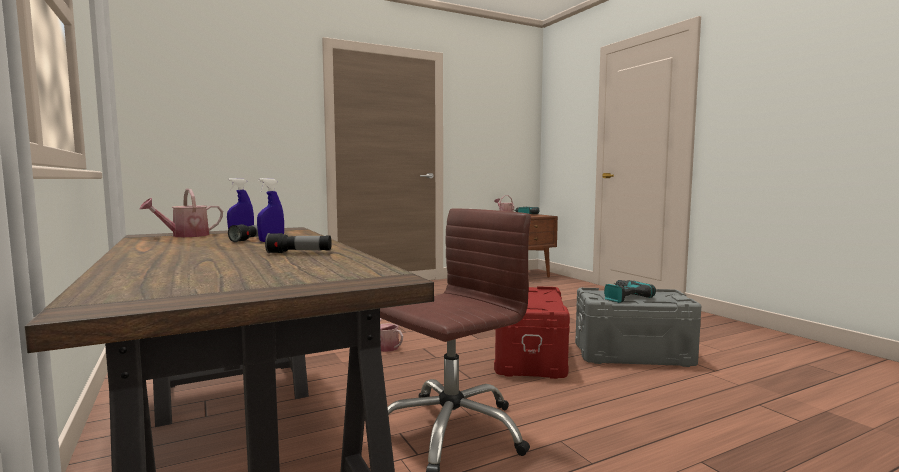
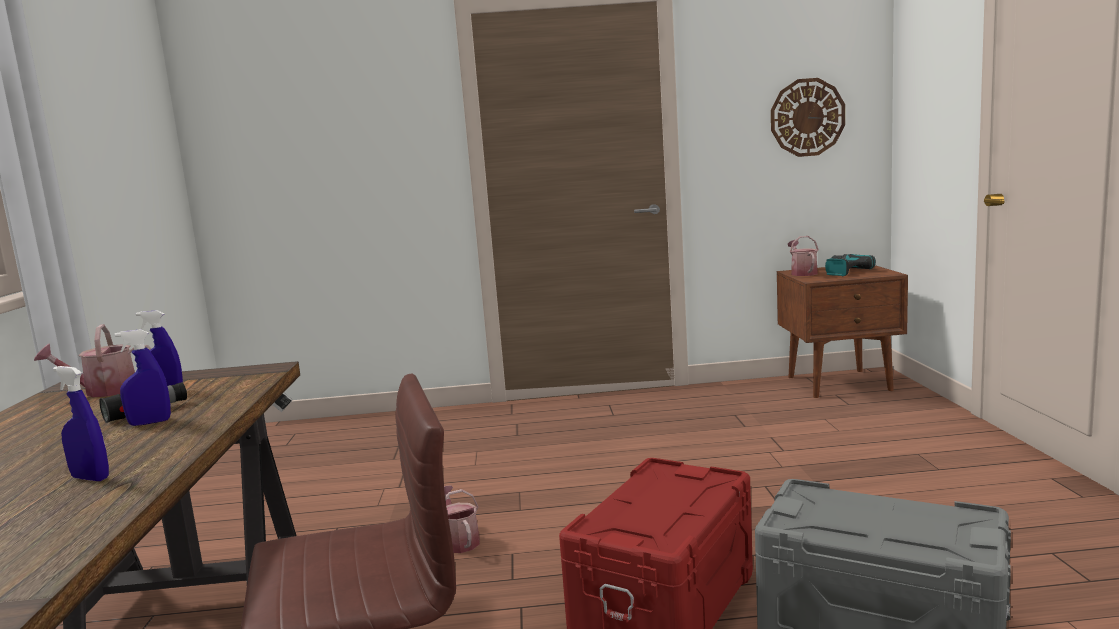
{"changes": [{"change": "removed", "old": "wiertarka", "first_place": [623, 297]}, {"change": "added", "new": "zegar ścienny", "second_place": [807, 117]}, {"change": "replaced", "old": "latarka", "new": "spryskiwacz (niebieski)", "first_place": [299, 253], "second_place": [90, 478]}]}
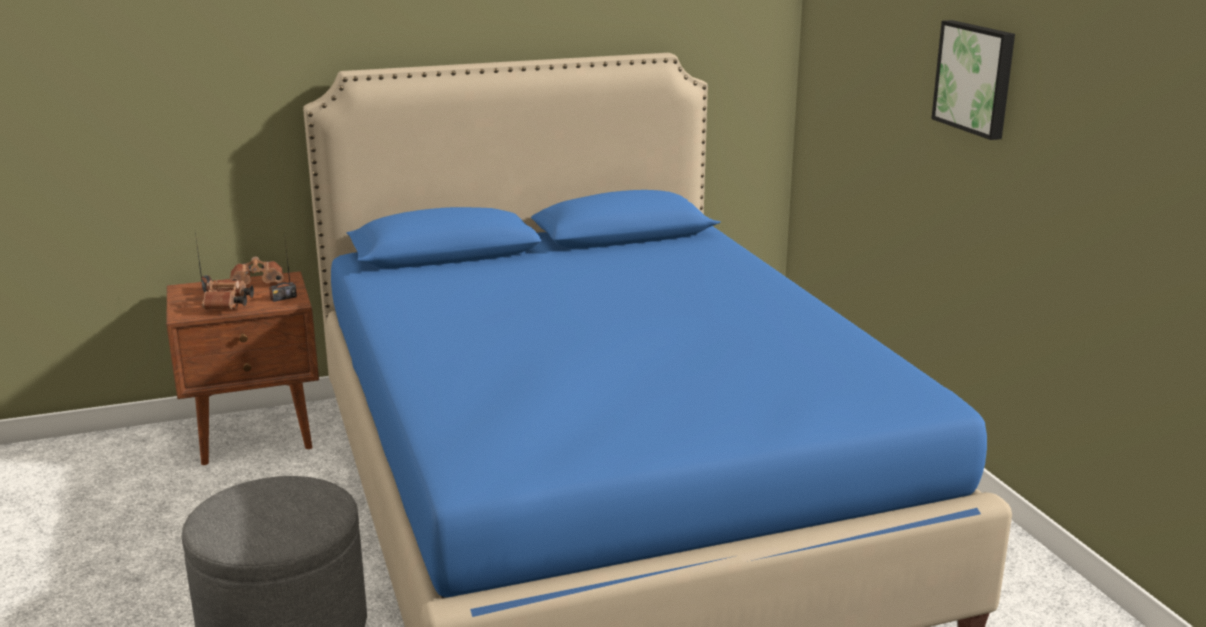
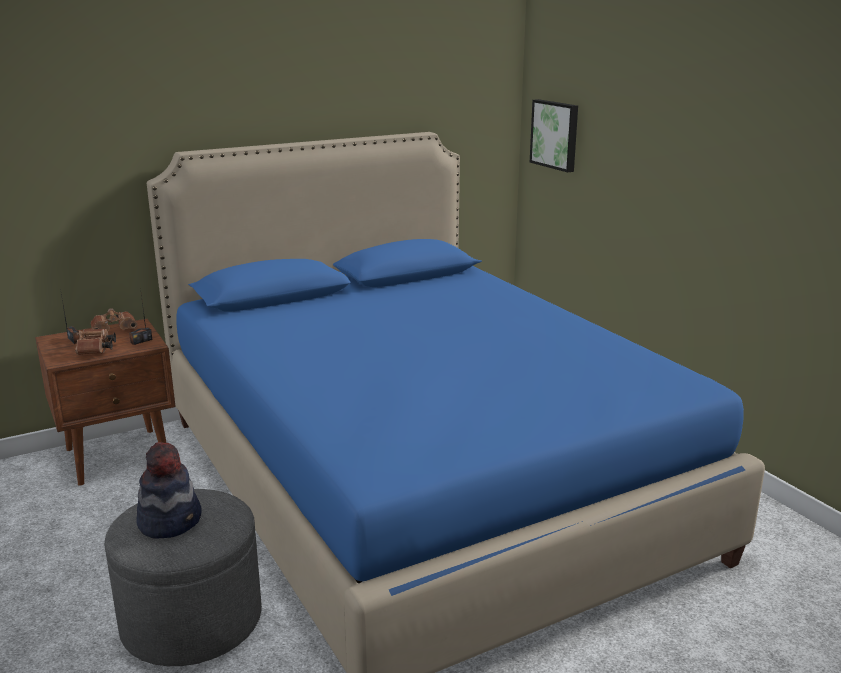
{"changes": [{"change": "added", "new": "kapelusz", "second_place": [170, 520]}, {"change": "moved", "old": "obraz", "first_place": [976, 78], "second_place": [556, 134]}]}
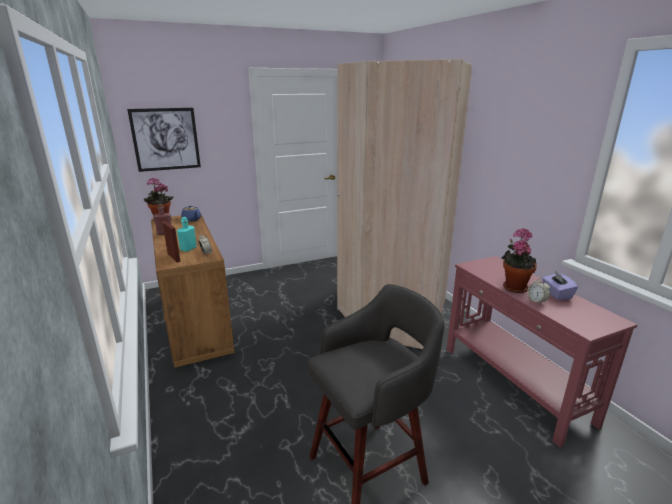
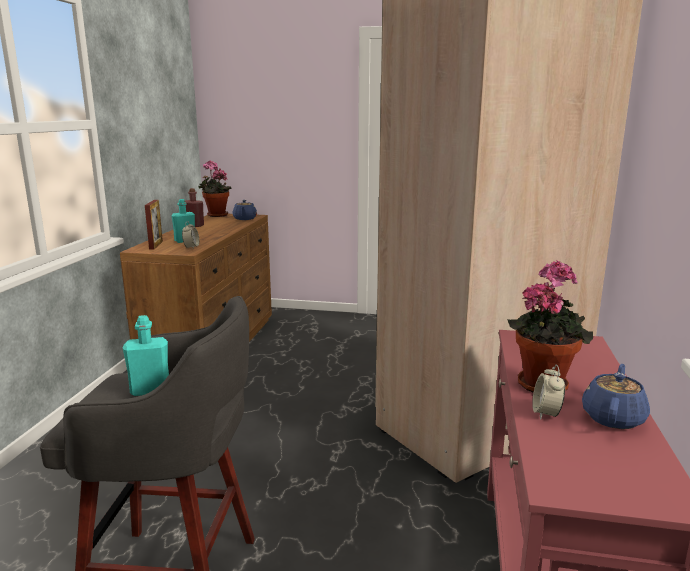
{"changes": [{"change": "removed", "old": "obraz", "first_place": [165, 139]}, {"change": "added", "new": "butelka (turkusowy)", "second_place": [150, 390]}, {"change": "replaced", "old": "pudełko chusteczek (fioletowy)", "new": "imbryk (niebieski)", "first_place": [556, 294], "second_place": [613, 417]}]}
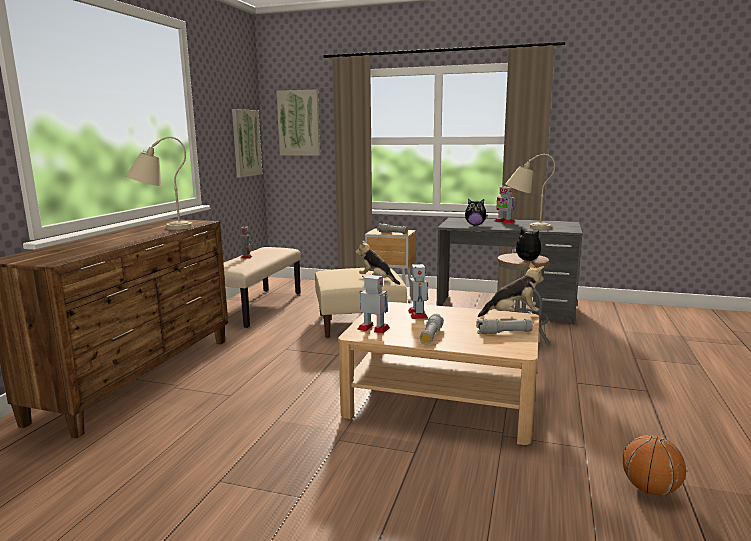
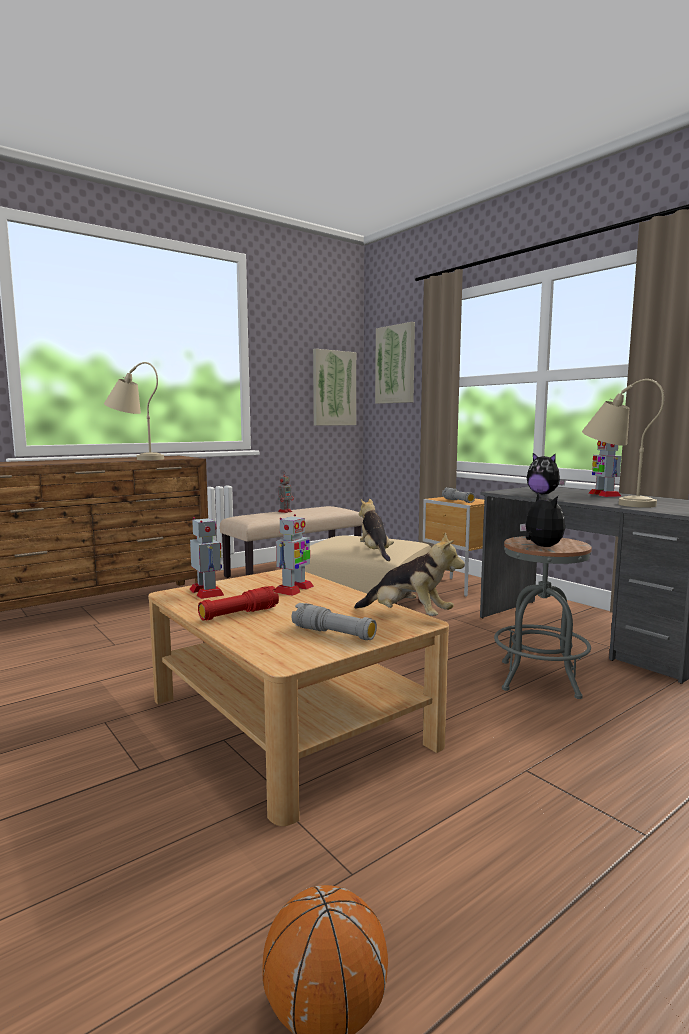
{"changes": [{"change": "recoloured", "old": "latarka (szary)", "new": "latarka (czerwony)", "first_place": [431, 336], "second_place": [239, 614]}]}
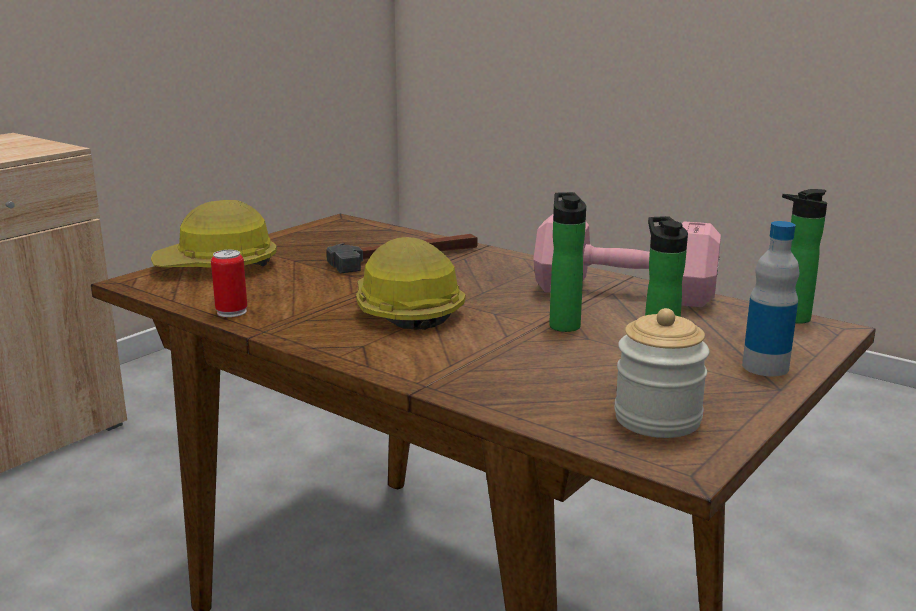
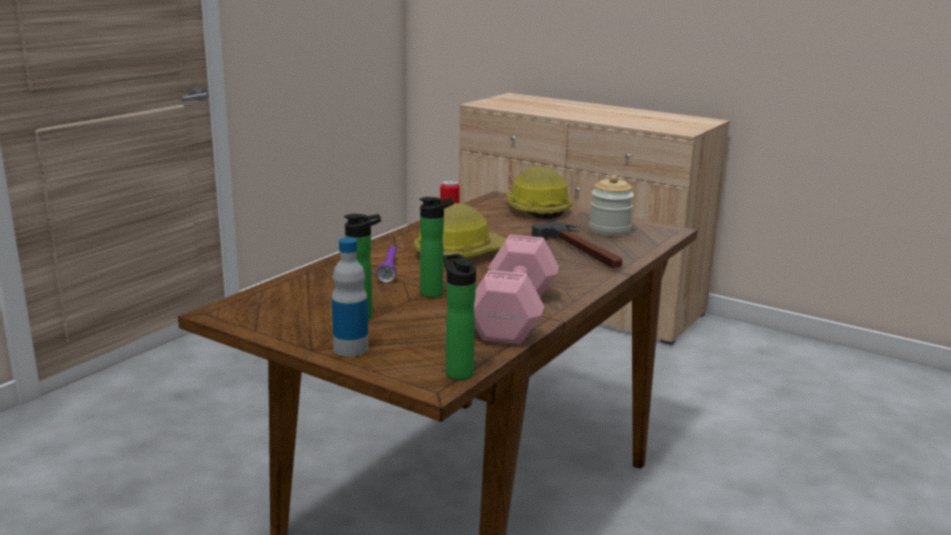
{"changes": [{"change": "added", "new": "latarka (fioletowy)", "second_place": [389, 269]}, {"change": "moved", "old": "słoik", "first_place": [657, 419], "second_place": [609, 230]}]}
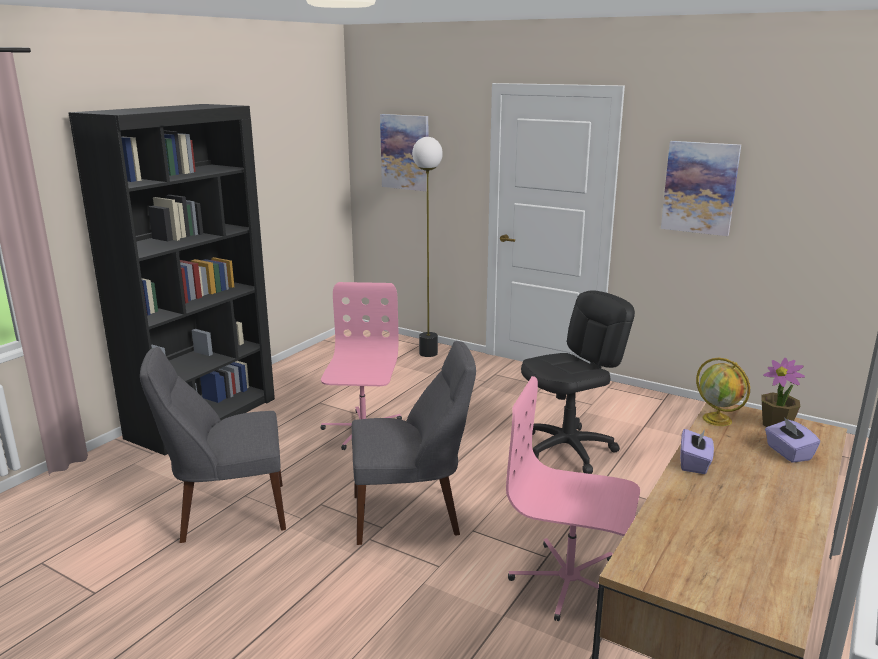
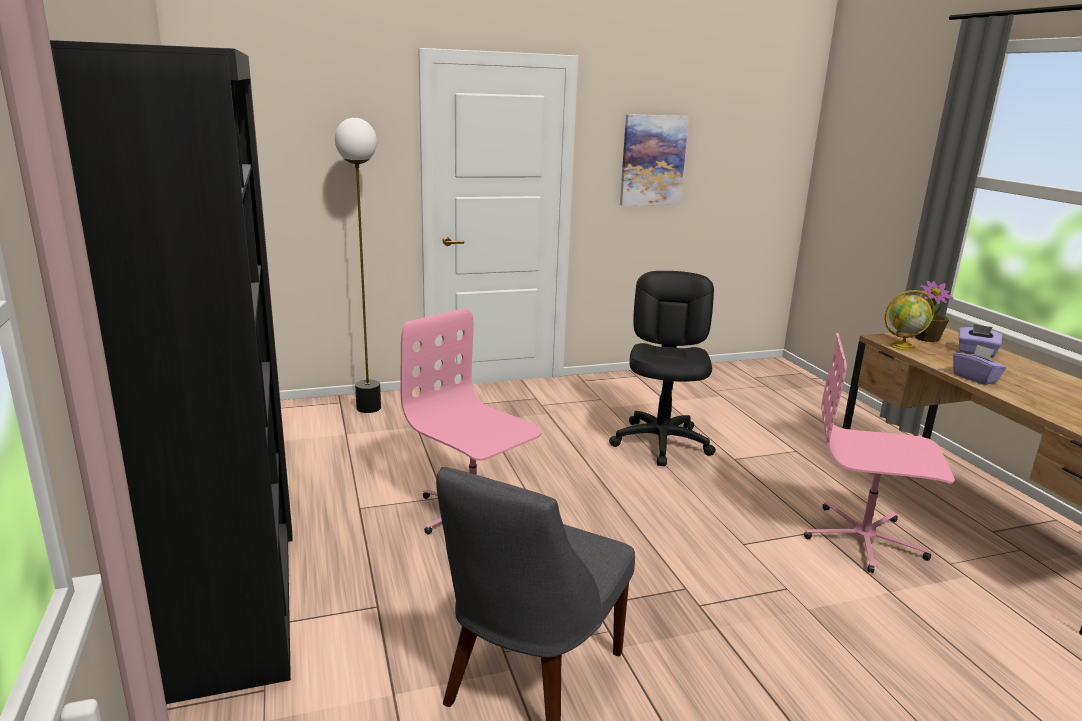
{"changes": [{"change": "removed", "old": "krzesło (szary)", "first_place": [411, 515]}, {"change": "removed", "old": "obraz", "first_place": [405, 152]}, {"change": "turned", "old": "krzesło biurowe (różowy)", "first_place": [569, 582], "second_place": [864, 539], "degrees": 45}]}
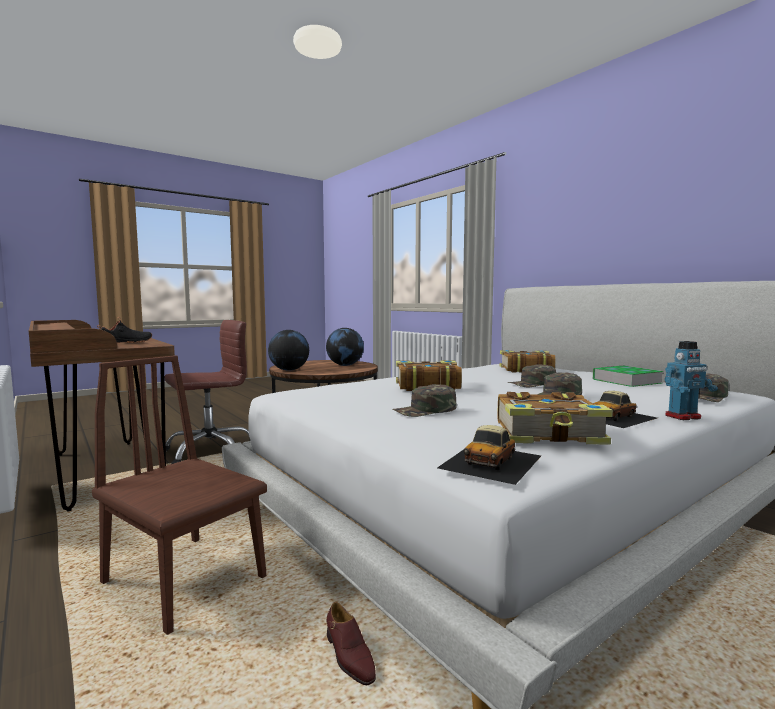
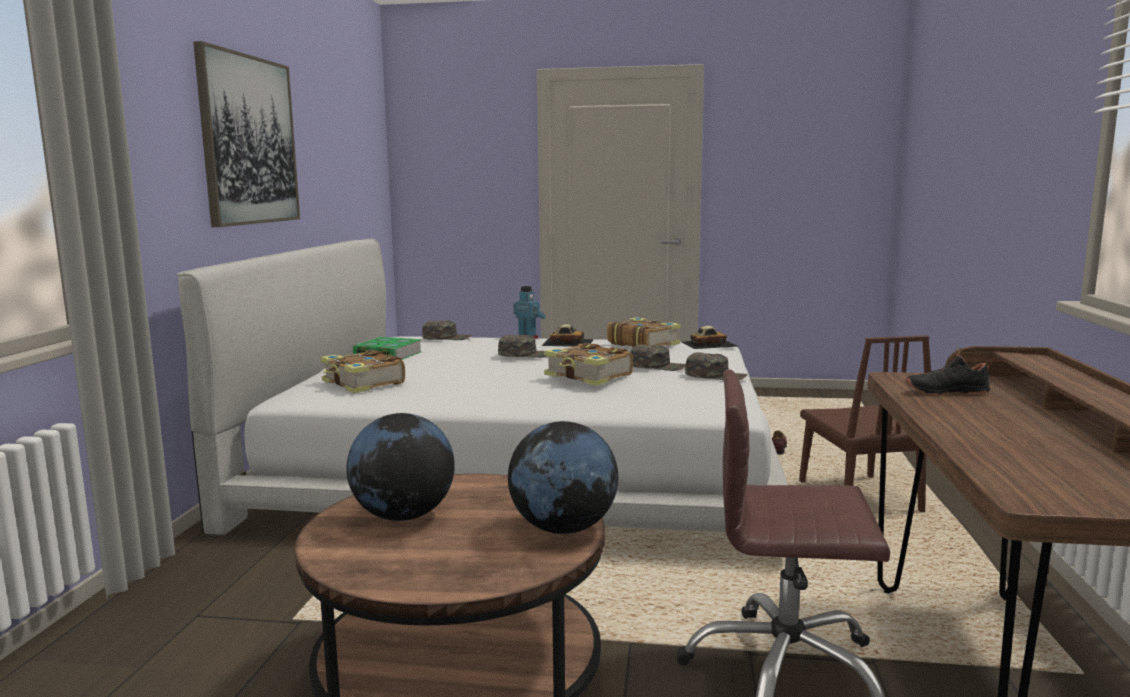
{"changes": [{"change": "added", "new": "obraz", "second_place": [249, 140]}, {"change": "moved", "old": "czapka z daszkiem (zielony)", "first_place": [532, 384], "second_place": [715, 375]}]}
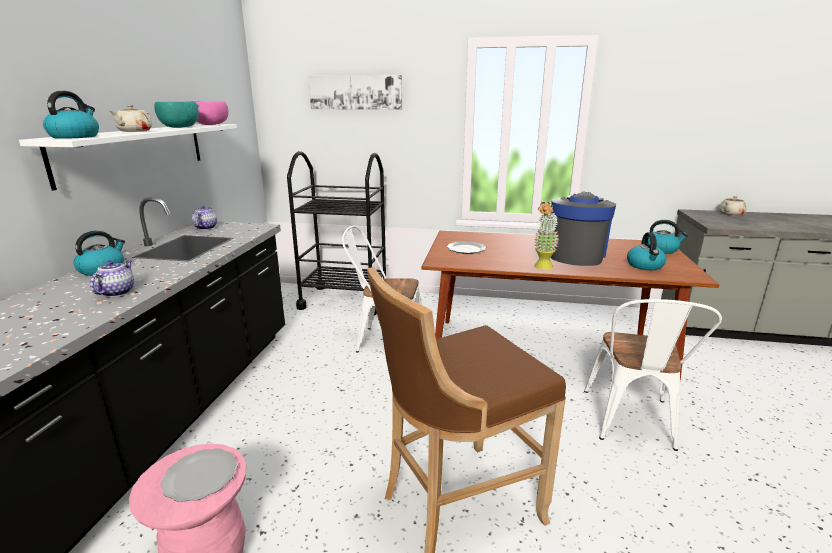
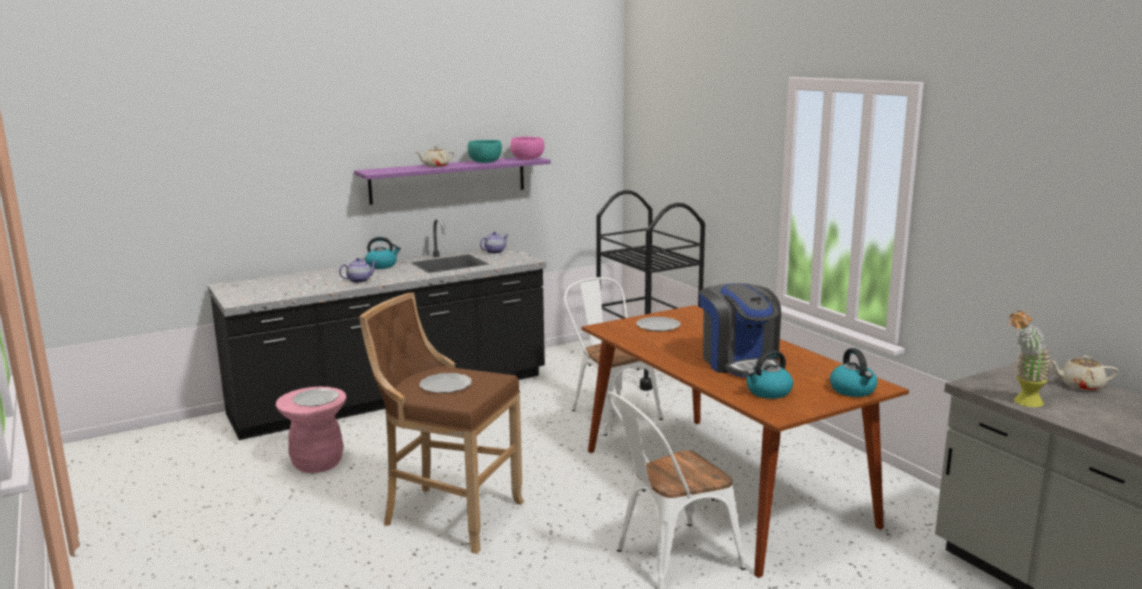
{"changes": [{"change": "removed", "old": "czajnik", "first_place": [75, 137]}, {"change": "removed", "old": "obraz", "first_place": [355, 92]}, {"change": "added", "new": "talerz", "second_place": [446, 385]}, {"change": "moved", "old": "roślina doniczkowa", "first_place": [542, 268], "second_place": [1022, 403]}, {"change": "recoloured", "old": "półka (biały)", "new": "półka (fioletowy)", "first_place": [135, 151], "second_place": [449, 179]}, {"change": "turned", "old": "ekspres do kawy", "first_place": [576, 255], "second_place": [739, 362], "degrees": 90}]}
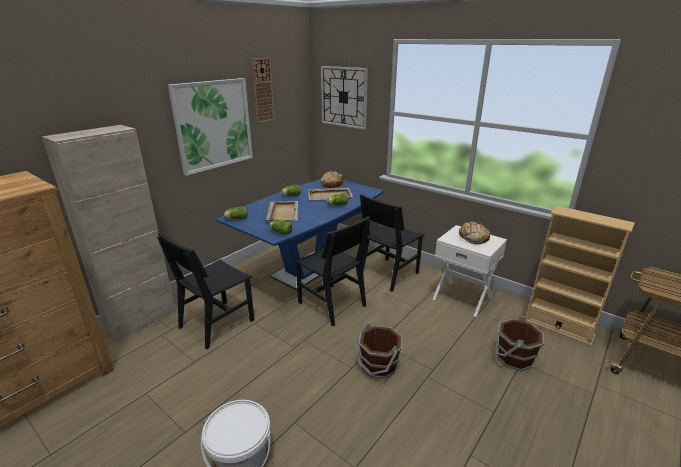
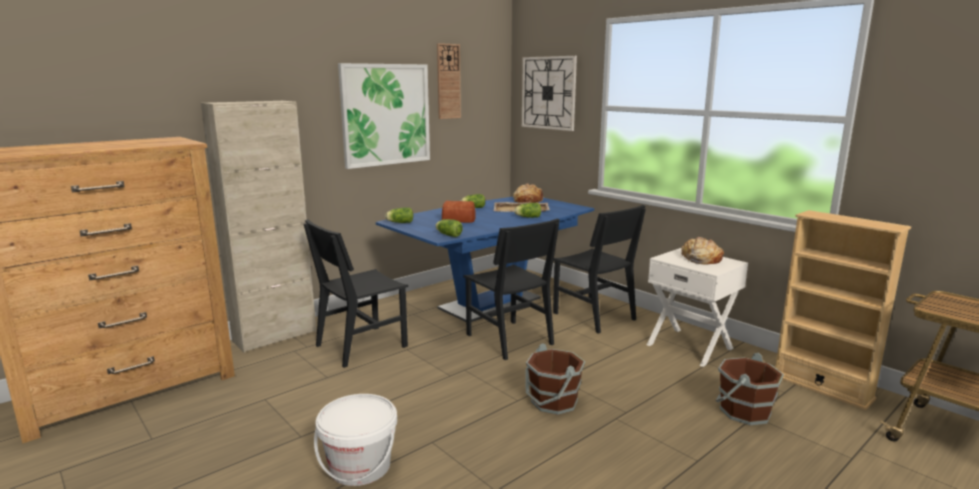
{"changes": [{"change": "replaced", "old": "taca (beżowy)", "new": "chleb", "first_place": [283, 212], "second_place": [458, 220]}, {"change": "turned", "old": "krzesło (czarny)", "first_place": [389, 274], "second_place": [593, 316], "degrees": -90}]}
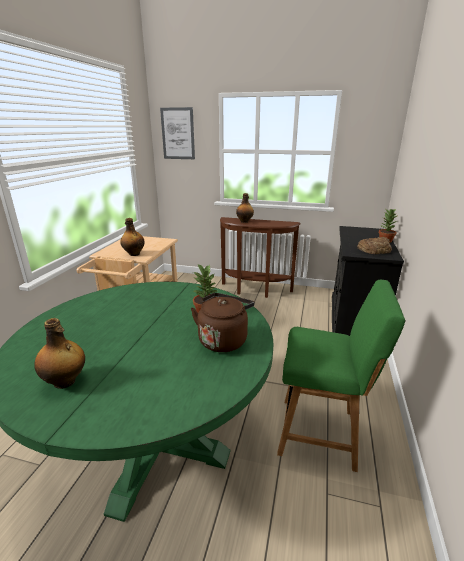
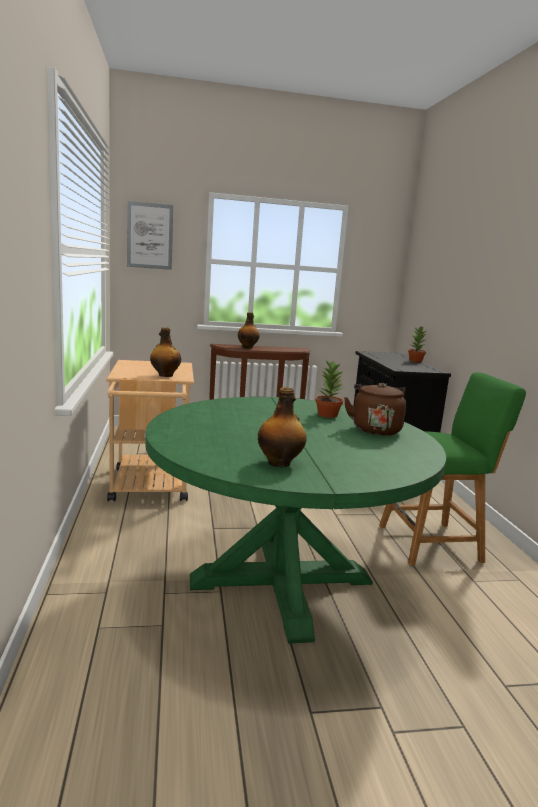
{"changes": [{"change": "removed", "old": "chleb", "first_place": [374, 249]}]}
